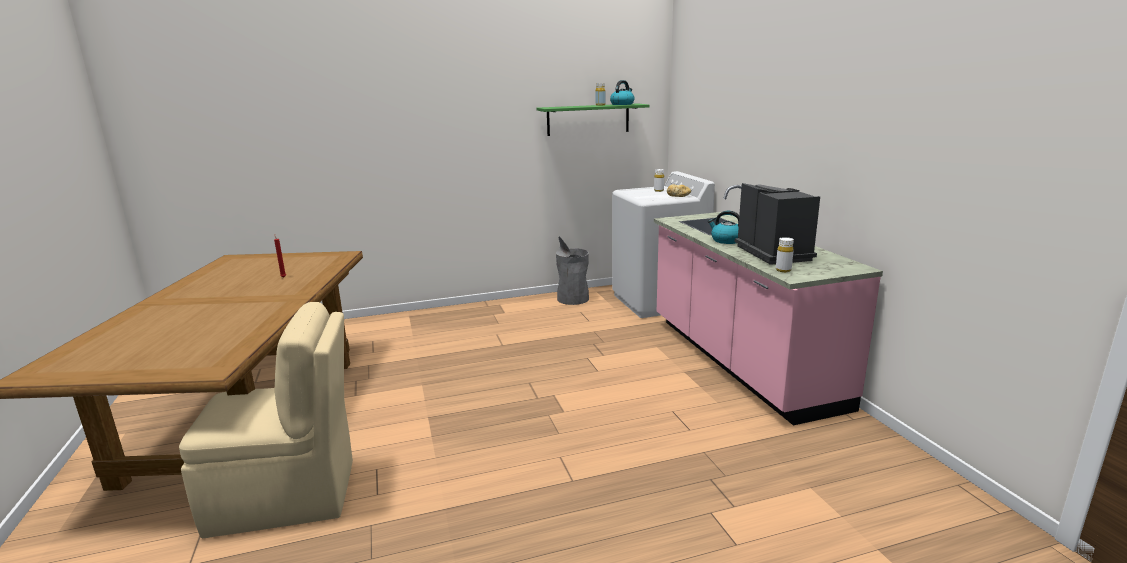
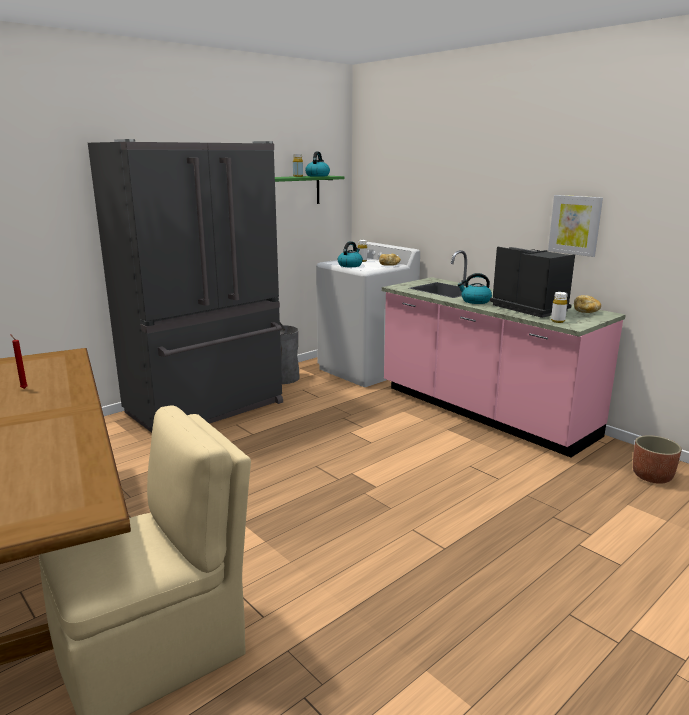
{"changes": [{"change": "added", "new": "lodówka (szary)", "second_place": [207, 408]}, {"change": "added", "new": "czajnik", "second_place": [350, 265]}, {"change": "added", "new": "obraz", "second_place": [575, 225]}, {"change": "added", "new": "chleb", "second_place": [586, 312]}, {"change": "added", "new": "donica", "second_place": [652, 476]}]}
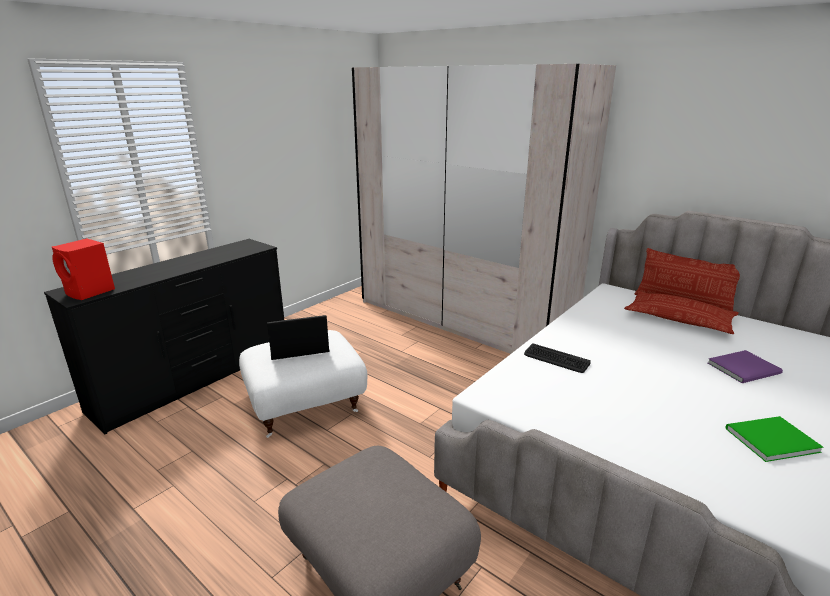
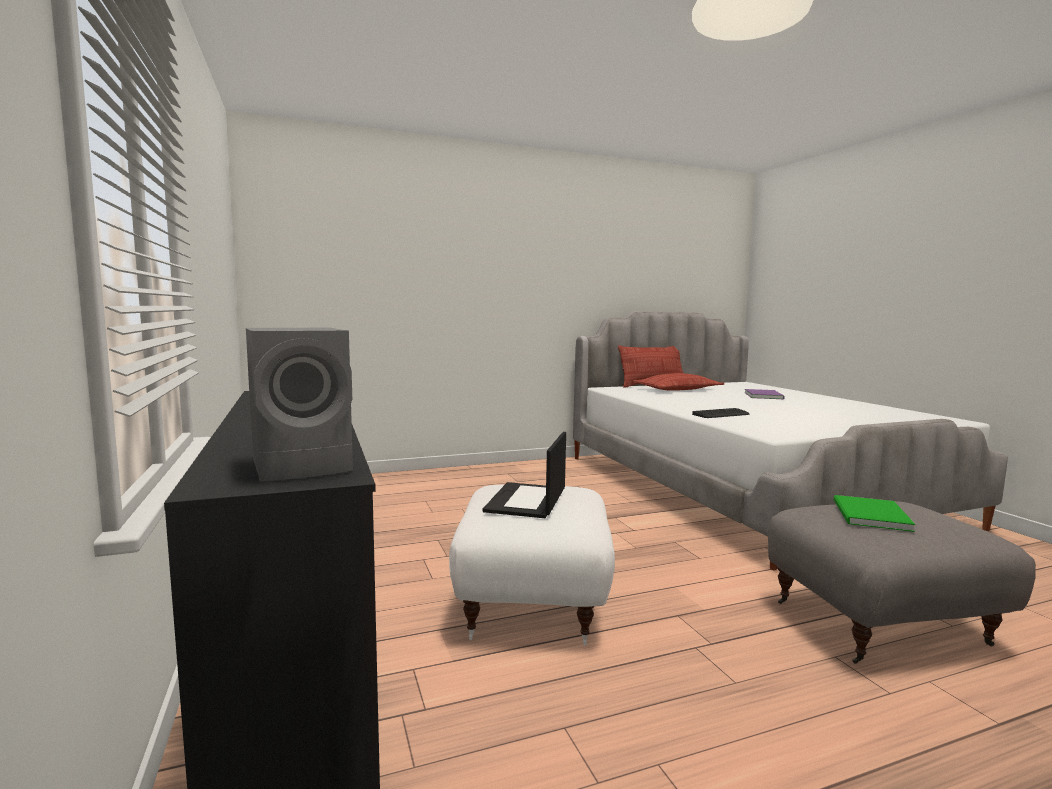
{"changes": [{"change": "removed", "old": "szafa (beżowy)", "first_place": [462, 318]}, {"change": "moved", "old": "książka (zielony)", "first_place": [768, 439], "second_place": [869, 516]}, {"change": "recoloured", "old": "głośnik (czerwony)", "new": "głośnik (szary)", "first_place": [90, 292], "second_place": [305, 465]}]}
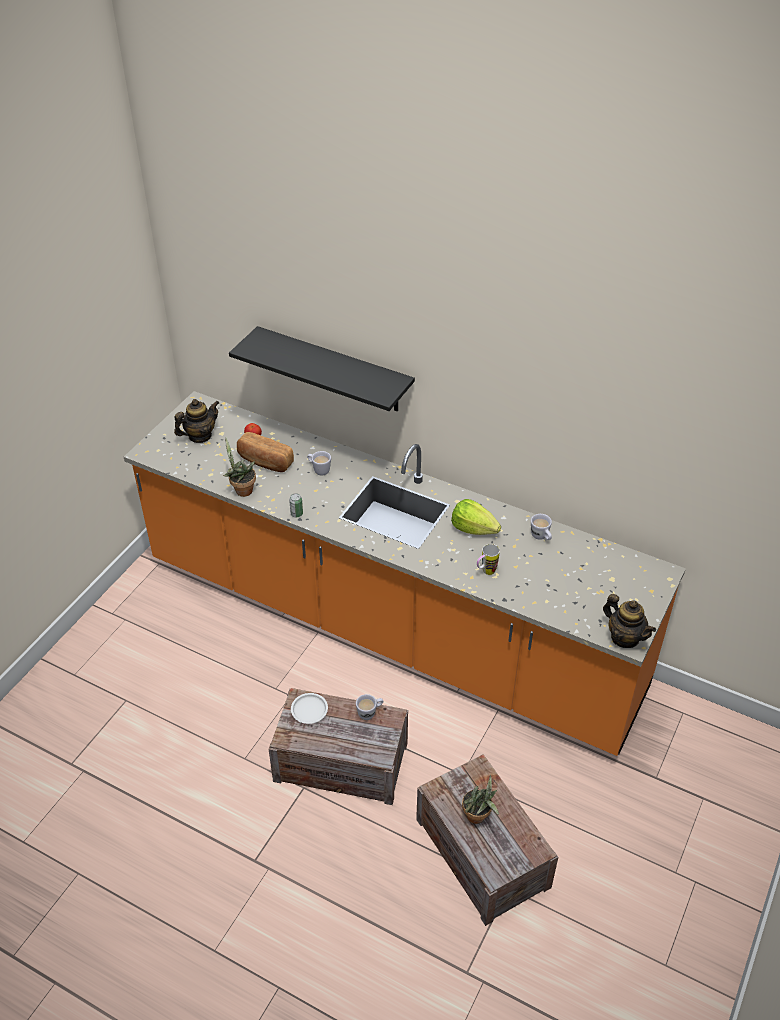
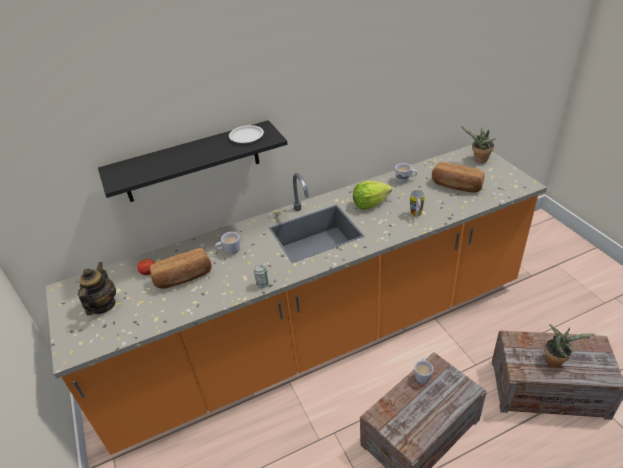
{"changes": [{"change": "removed", "old": "imbryk", "first_place": [624, 637]}, {"change": "added", "new": "chleb", "second_place": [456, 186]}, {"change": "moved", "old": "roślina doniczkowa", "first_place": [242, 490], "second_place": [479, 160]}, {"change": "moved", "old": "talerz (biały)", "first_place": [309, 710], "second_place": [246, 137]}]}
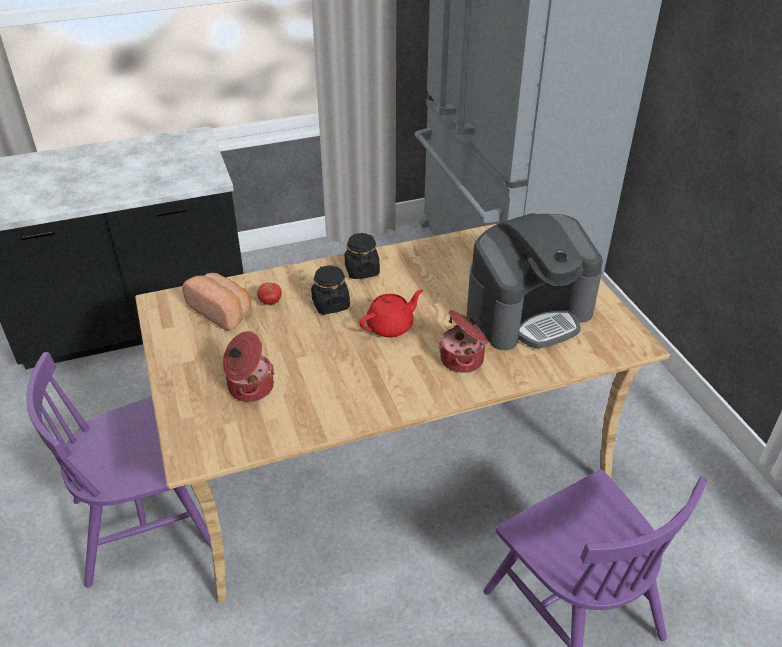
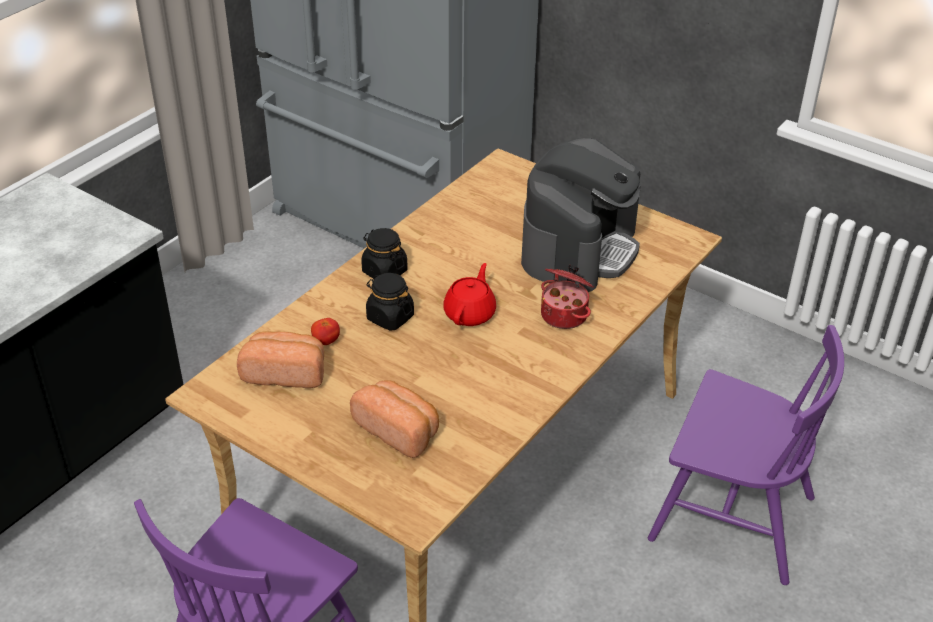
{"changes": [{"change": "replaced", "old": "garnek", "new": "chleb", "first_place": [249, 387], "second_place": [399, 430]}]}
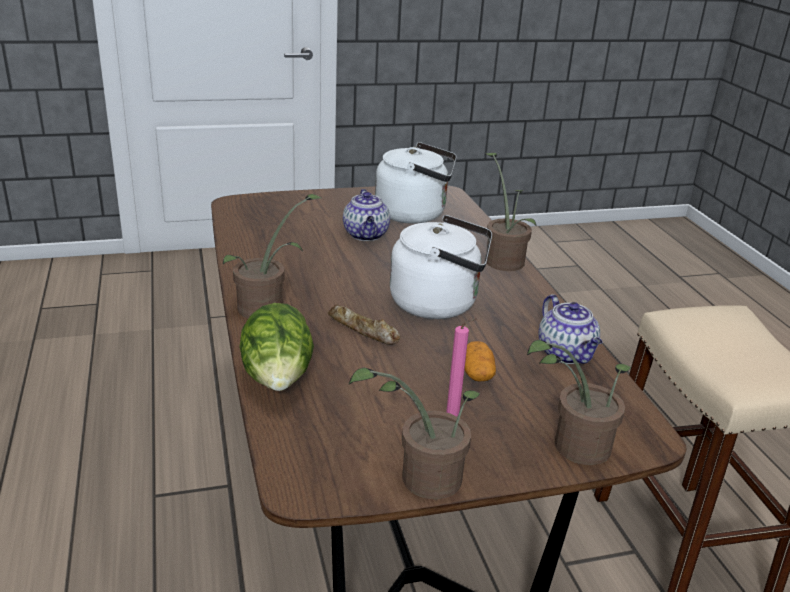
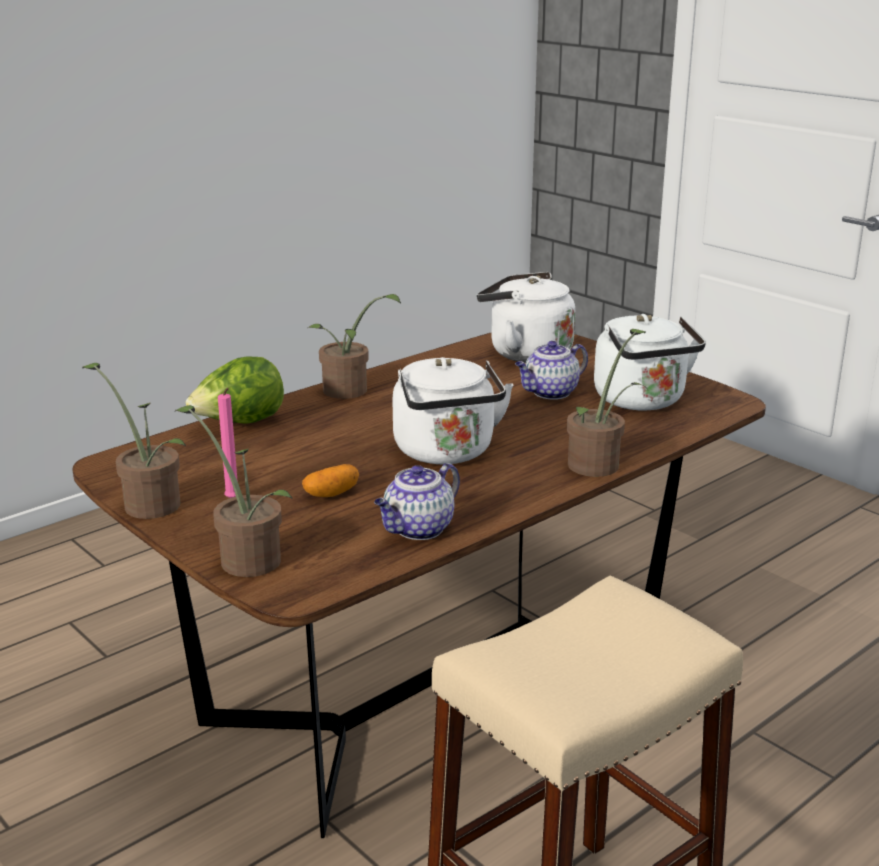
{"changes": [{"change": "removed", "old": "chleb", "first_place": [363, 330]}, {"change": "added", "new": "czajnik (biały)", "second_place": [525, 353]}]}
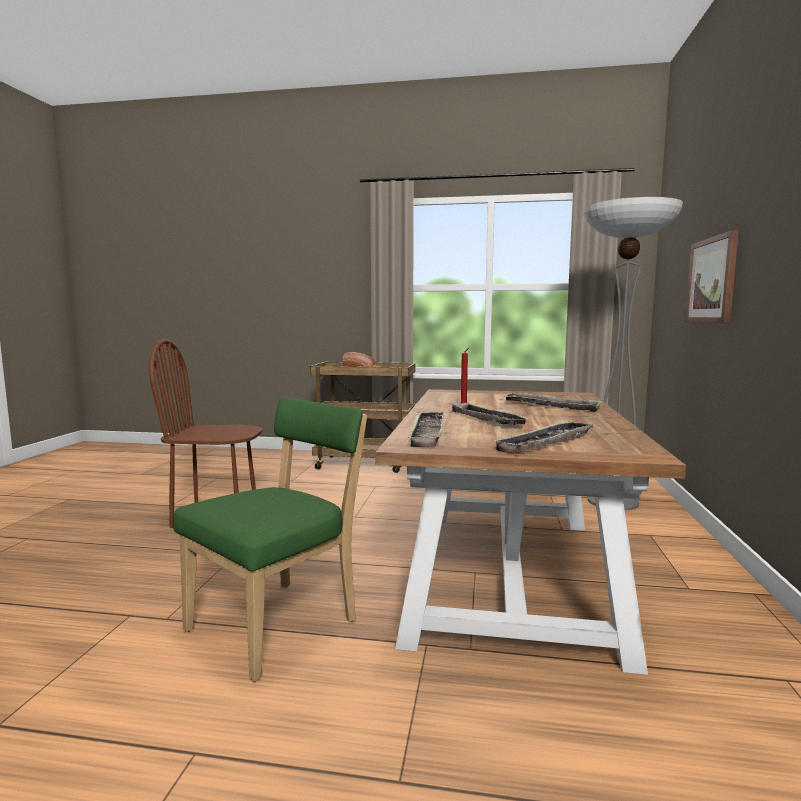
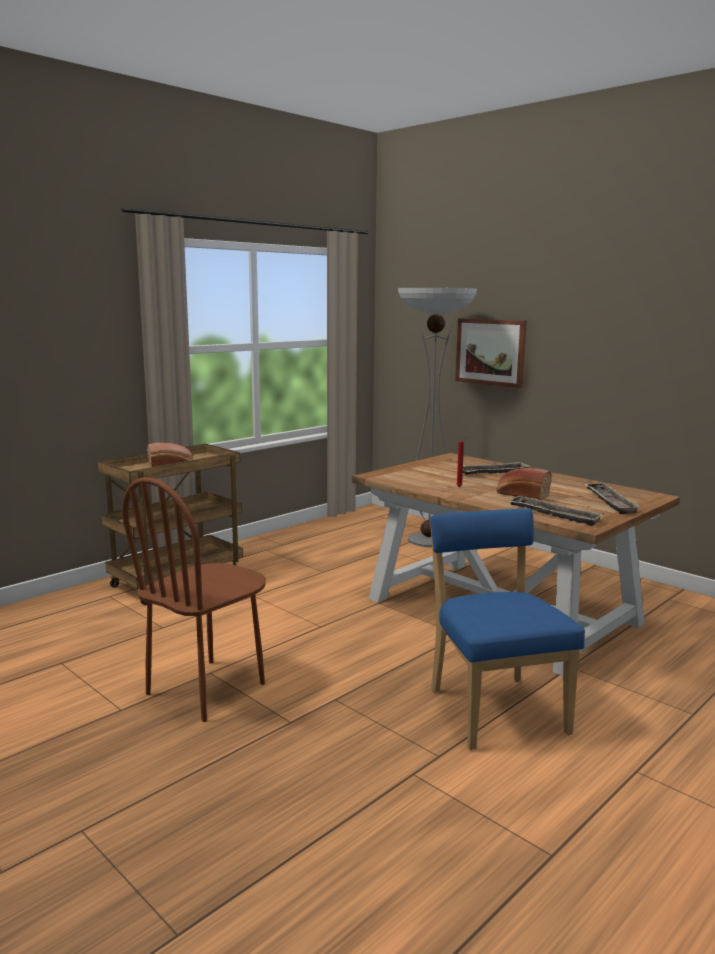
{"changes": [{"change": "replaced", "old": "taca", "new": "chleb", "first_place": [485, 419], "second_place": [521, 494]}, {"change": "recoloured", "old": "krzesło (zielony)", "new": "krzesło (niebieski)", "first_place": [279, 622], "second_place": [494, 708]}]}
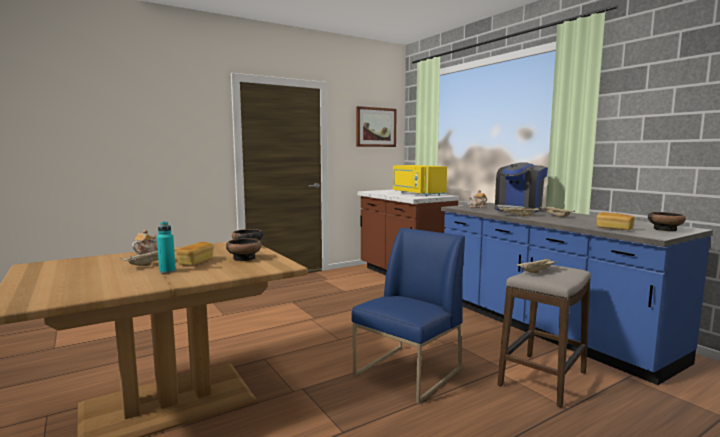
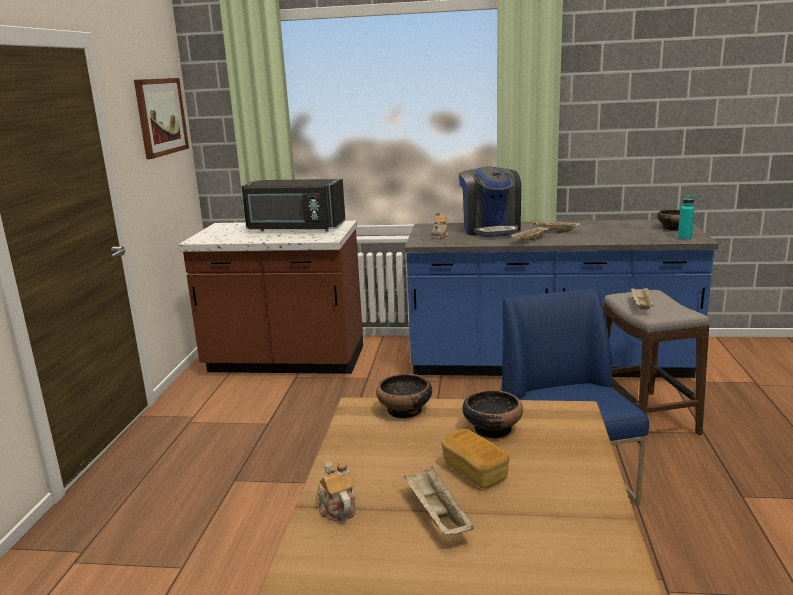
{"changes": [{"change": "removed", "old": "chleb", "first_place": [614, 229]}, {"change": "moved", "old": "butelka (turkusowy)", "first_place": [167, 271], "second_place": [684, 238]}, {"change": "recoloured", "old": "mikrofalówka (żółty)", "new": "mikrofalówka (czarny)", "first_place": [417, 194], "second_place": [295, 229]}]}
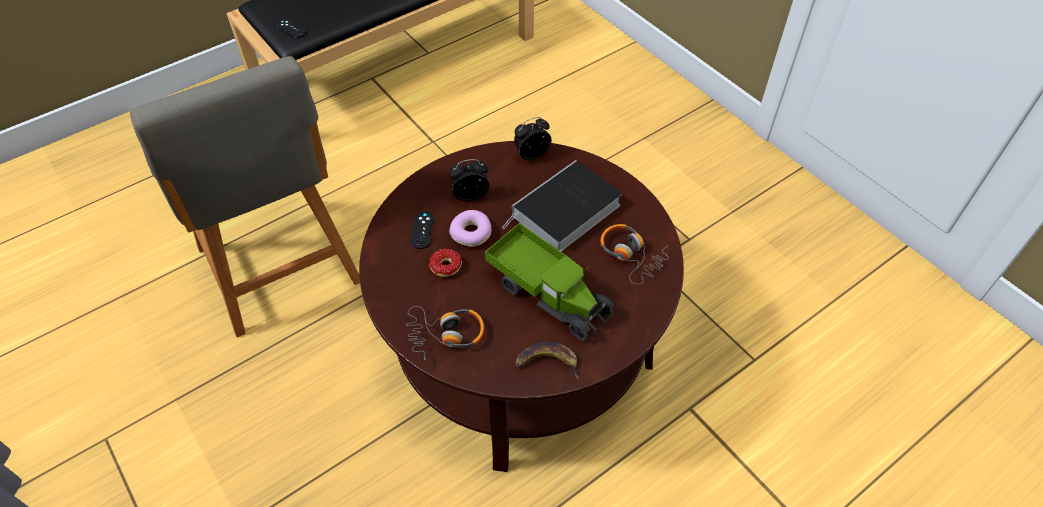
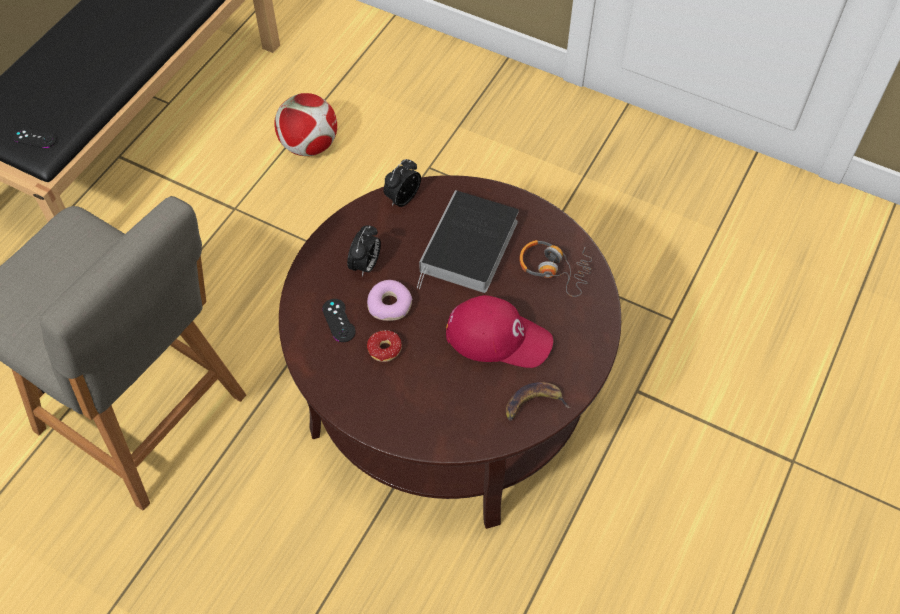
{"changes": [{"change": "removed", "old": "słuchawki", "first_place": [446, 334]}, {"change": "added", "new": "piłka futbolowa", "second_place": [309, 146]}, {"change": "replaced", "old": "ciężarówka zabawkowa", "new": "czapka z daszkiem (czerwony)", "first_place": [549, 293], "second_place": [498, 336]}, {"change": "turned", "old": "budzik", "first_place": [470, 195], "second_place": [366, 265], "degrees": 150}]}
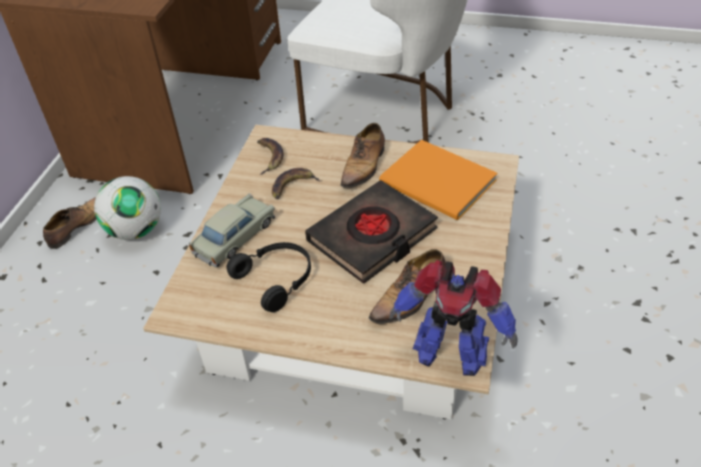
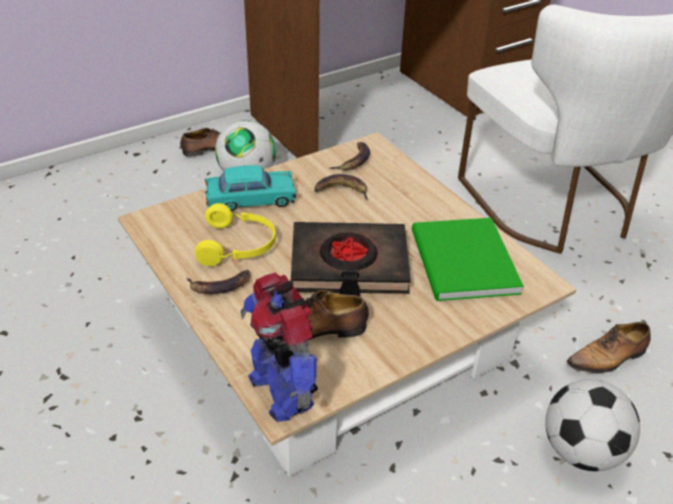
{"changes": [{"change": "added", "new": "banan", "second_place": [220, 285]}, {"change": "added", "new": "piłka futbolowa", "second_place": [581, 451]}, {"change": "moved", "old": "but", "first_place": [364, 166], "second_place": [608, 358]}, {"change": "recoloured", "old": "samochodzik (beżowy)", "new": "samochodzik (turkusowy)", "first_place": [234, 237], "second_place": [251, 199]}, {"change": "recoloured", "old": "słuchawki (czarny)", "new": "słuchawki (żółty)", "first_place": [276, 279], "second_place": [238, 245]}, {"change": "recoloured", "old": "książka (pomarańczowy)", "new": "książka (zielony)", "first_place": [438, 184], "second_place": [462, 264]}]}
